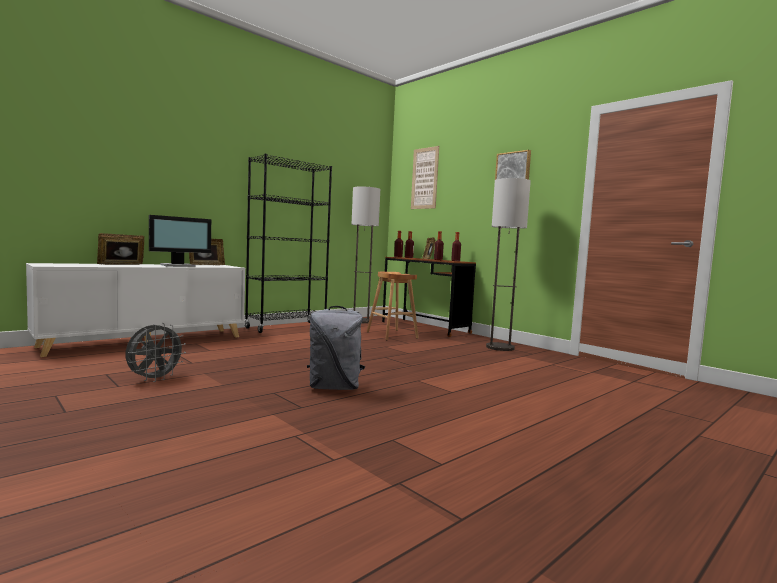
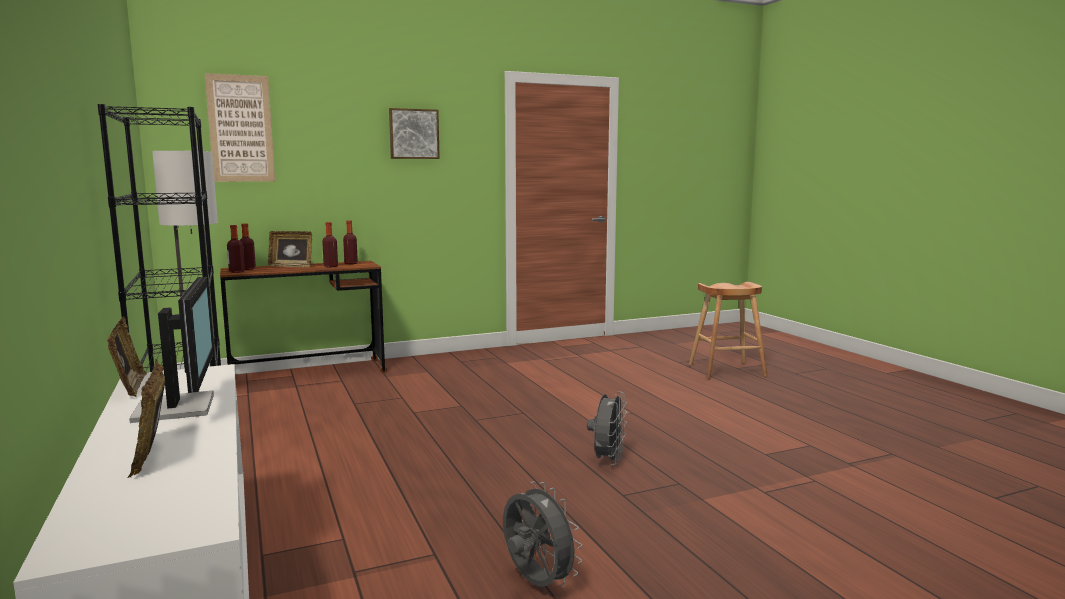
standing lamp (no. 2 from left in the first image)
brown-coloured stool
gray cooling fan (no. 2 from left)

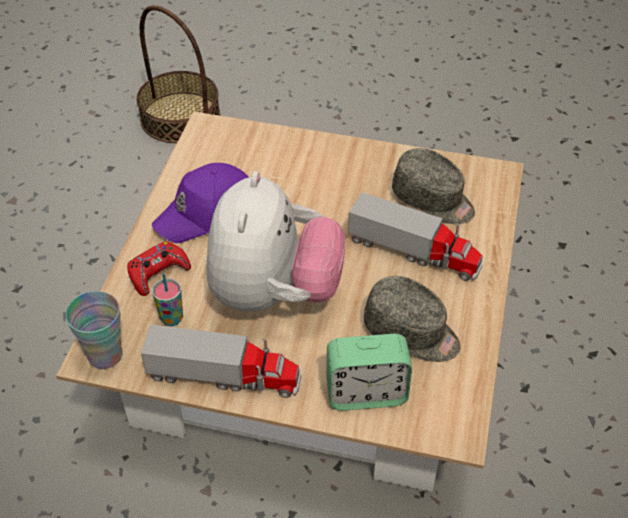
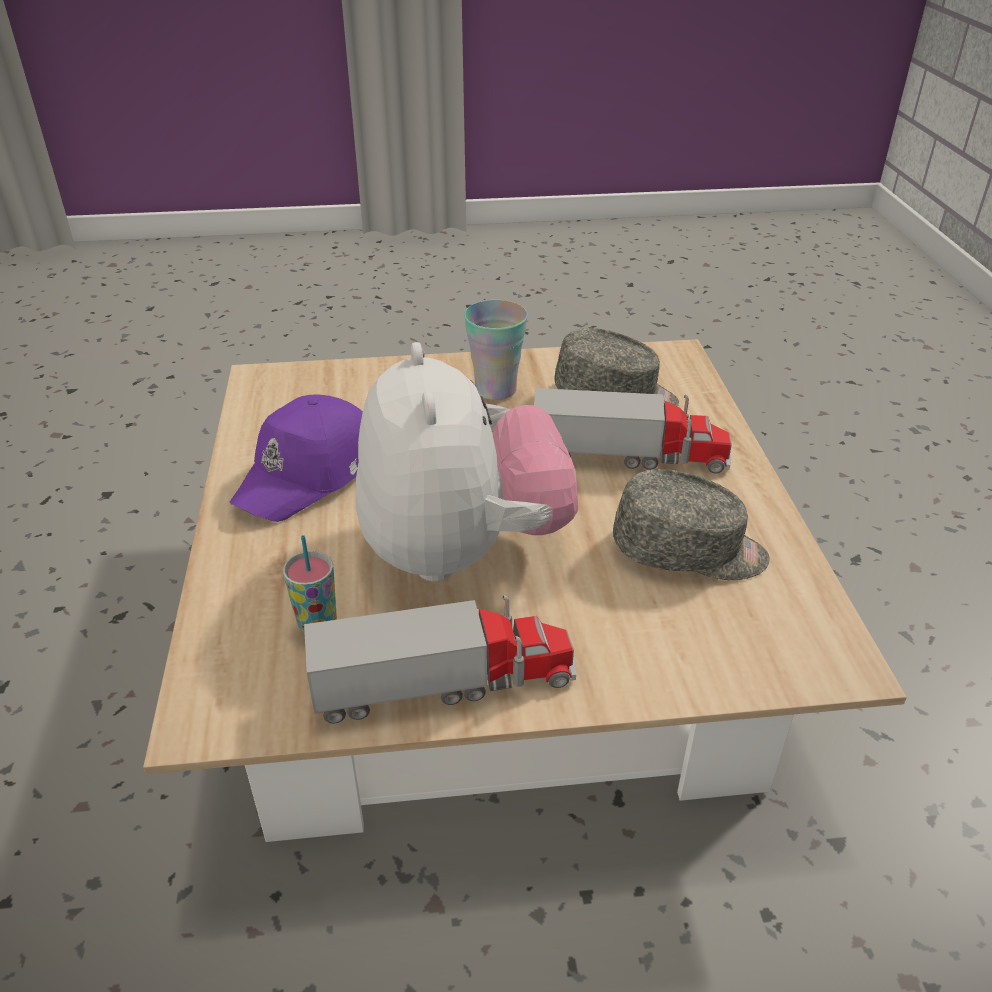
red-coloured game controller
household basket
alarm clock
small cup (no. 2 from left)

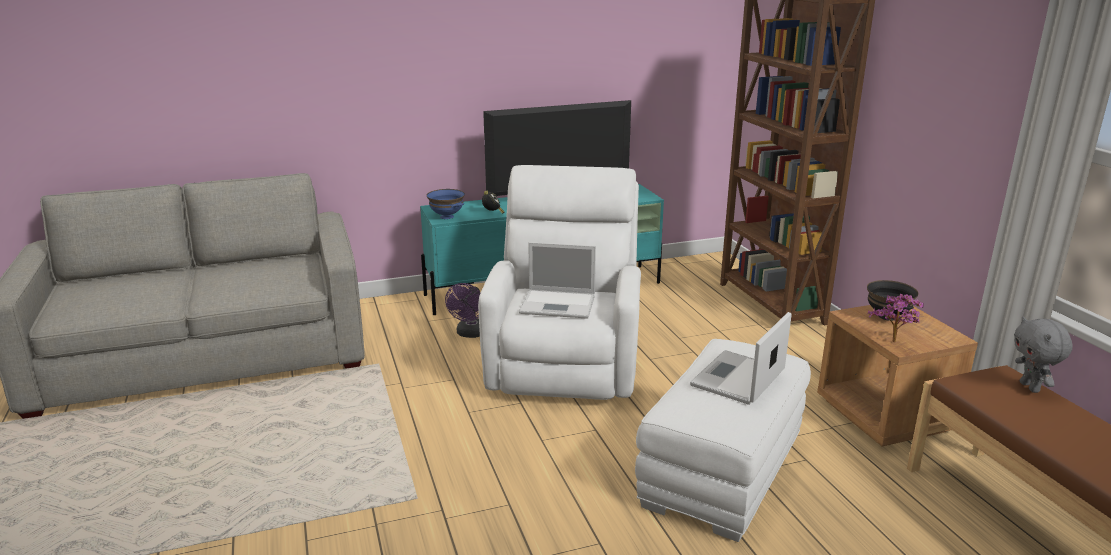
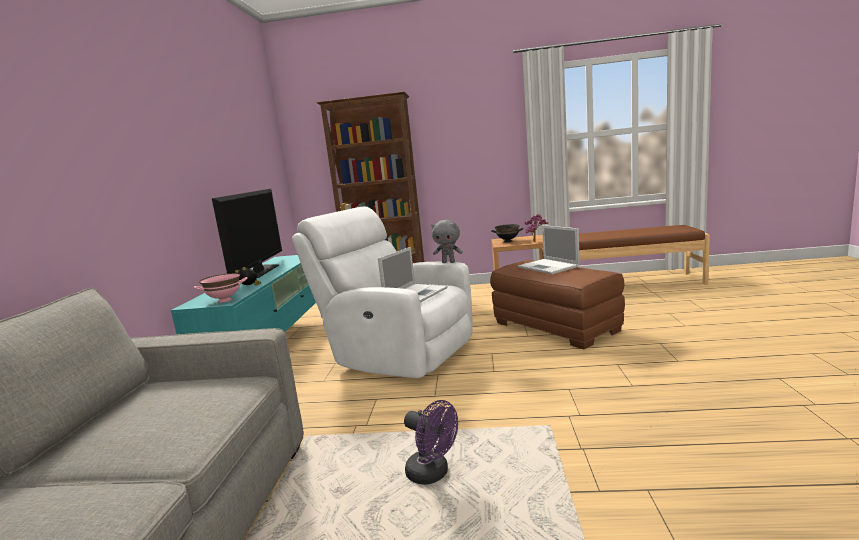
purple cooling fan
gray cuddly toy
pinkish deep dish
brown-coloured ottoman

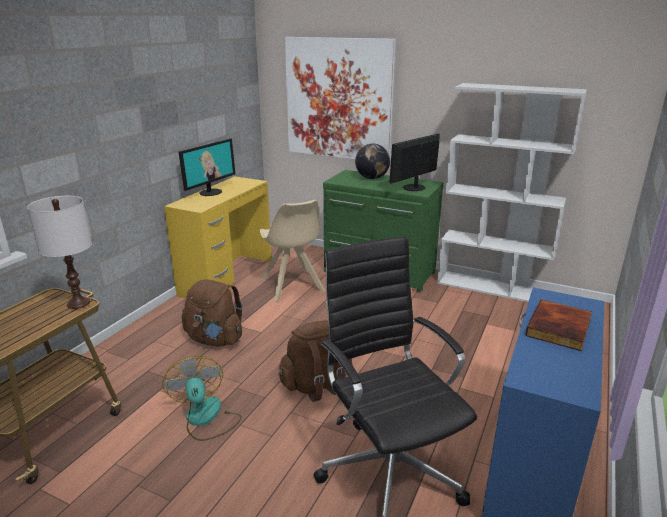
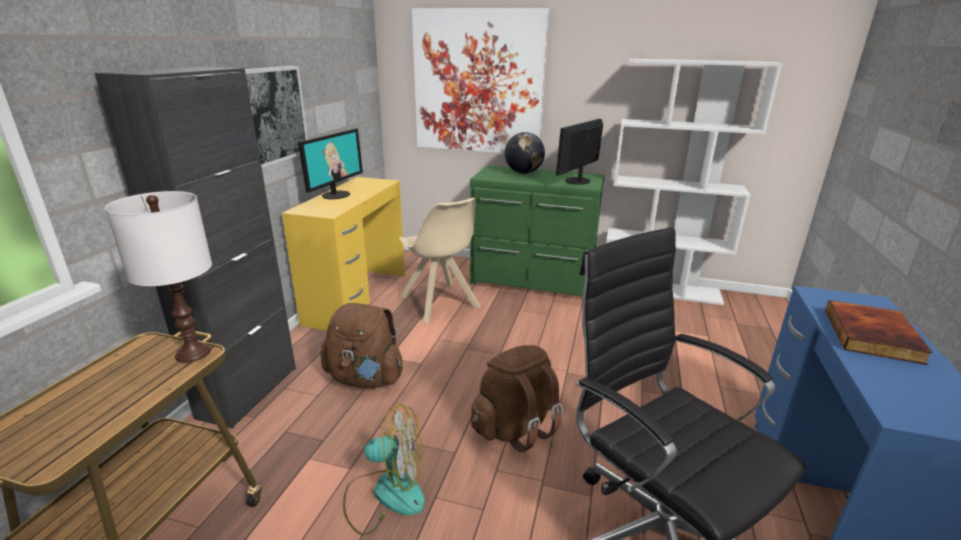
black cupboard
wall art (no. 1 from left)
cooling fan

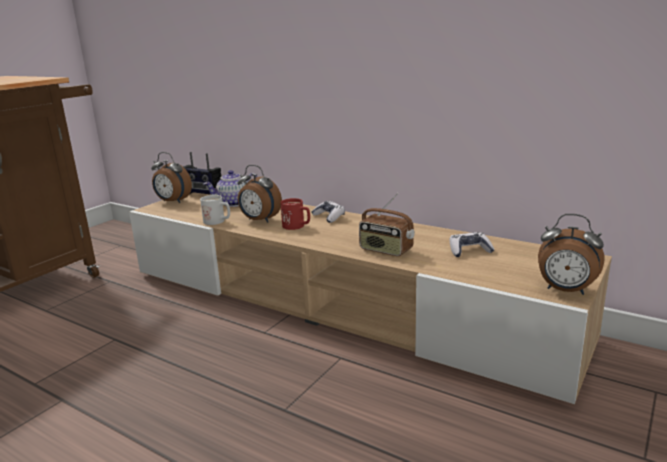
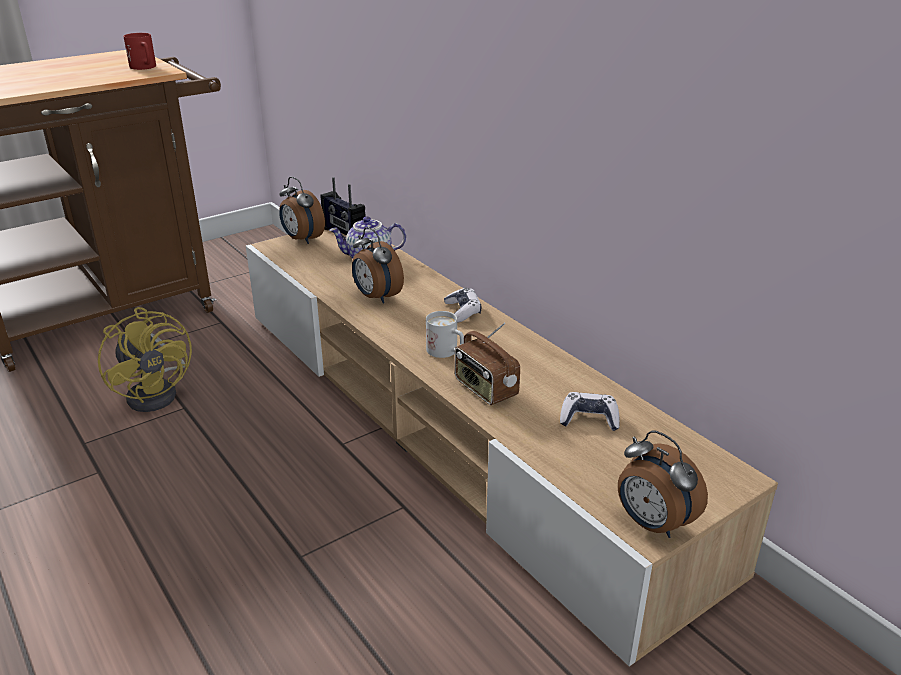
yellow cooling fan
whitish tea mug
red-coloured tea mug

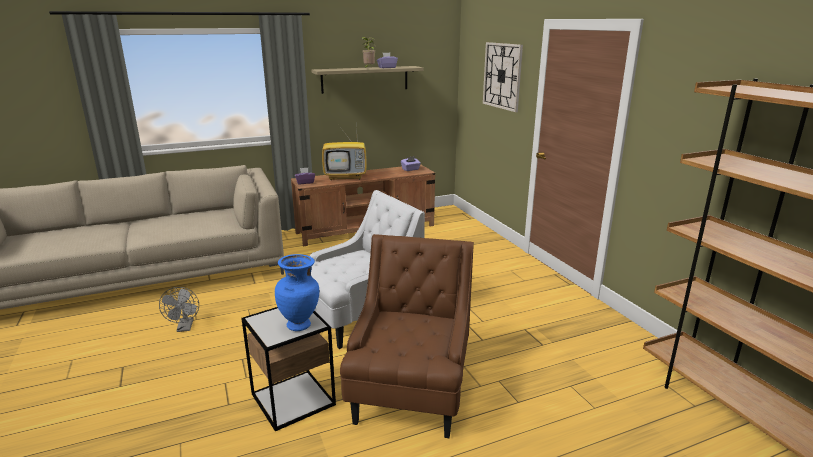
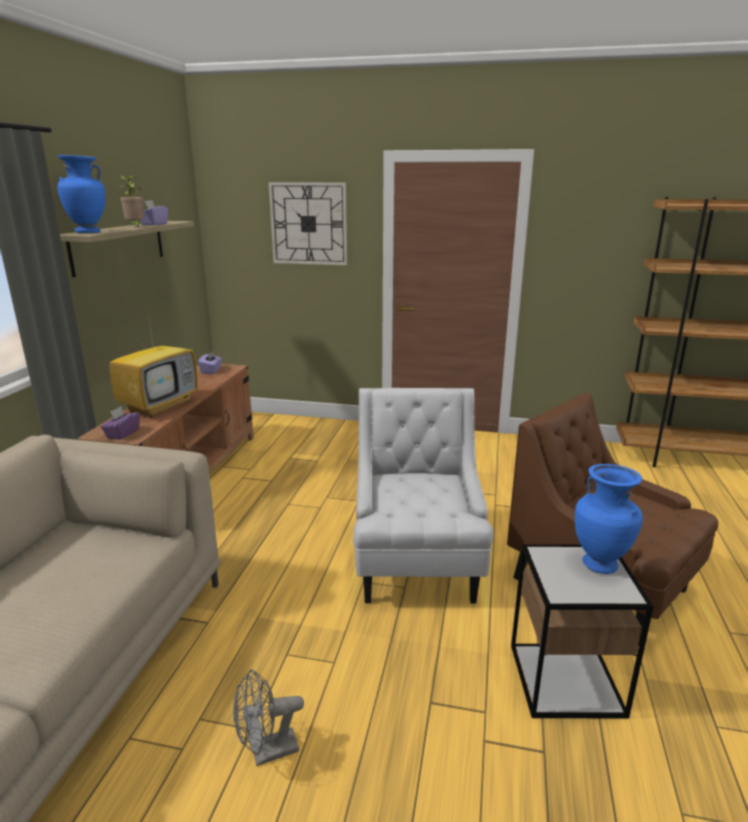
blue-coloured decorative vase (no. 1 from left)
gray cooling fan

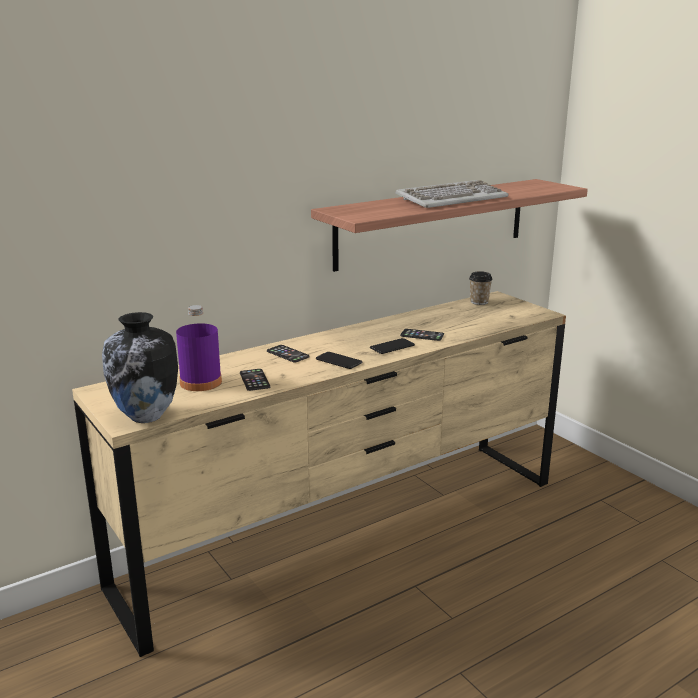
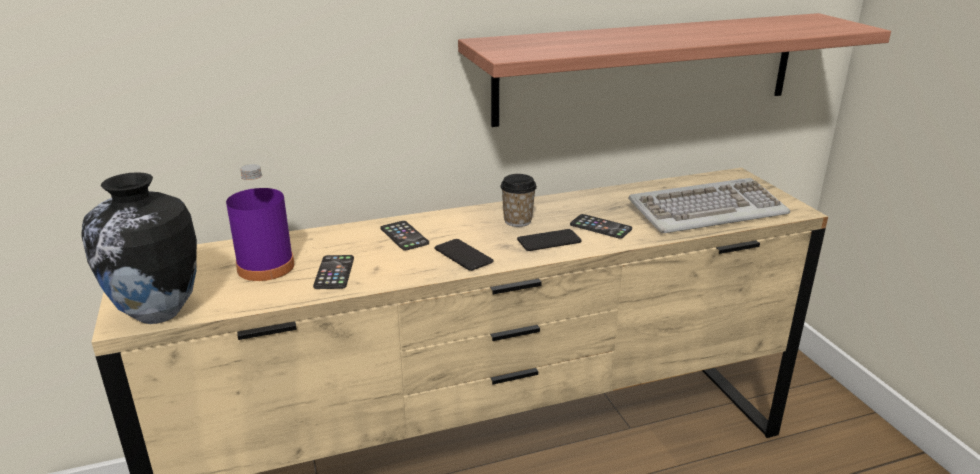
keyboard
small cup

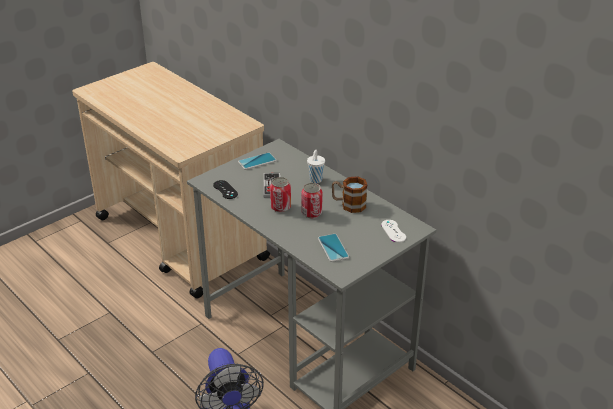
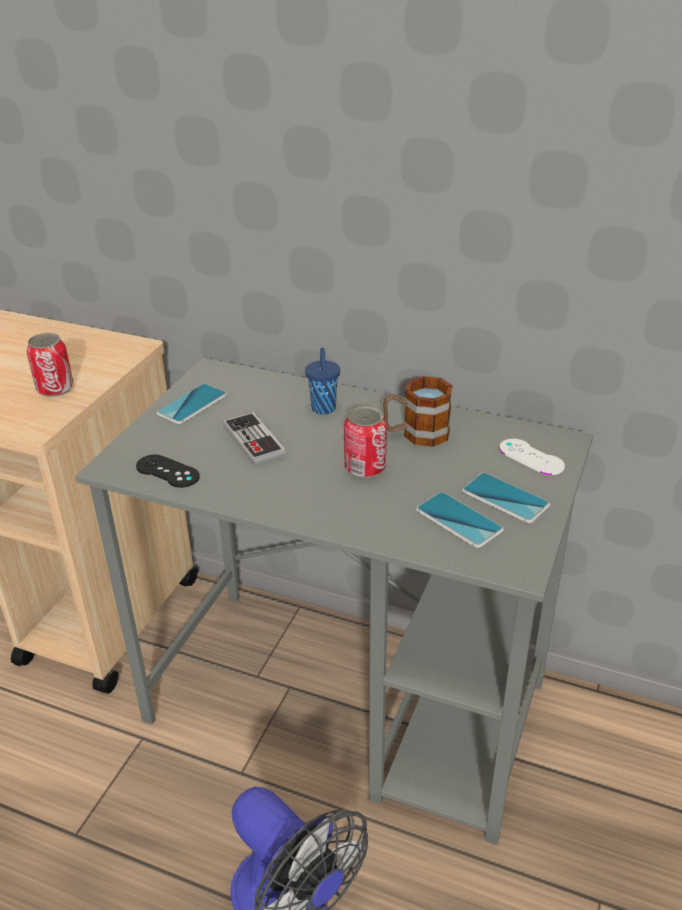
telephone (no. 3 from left)
can (no. 1 from left)
blue-coloured small cup

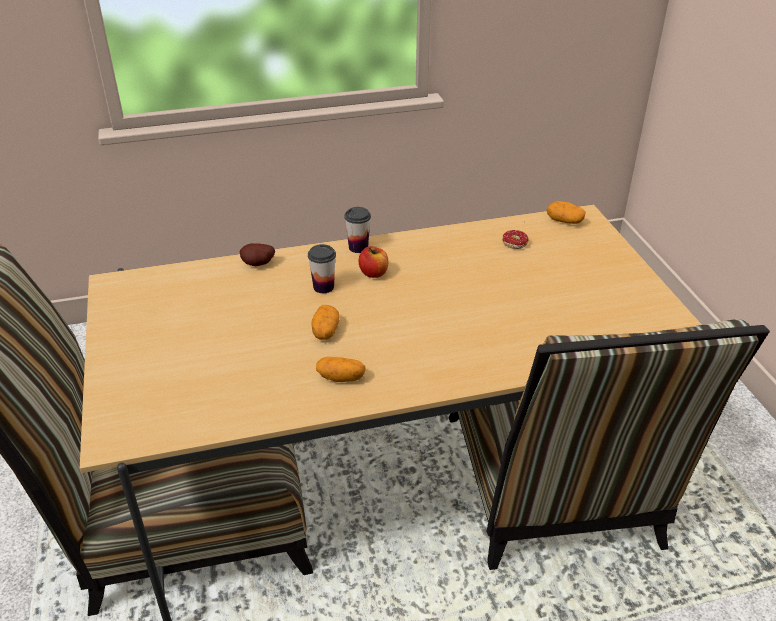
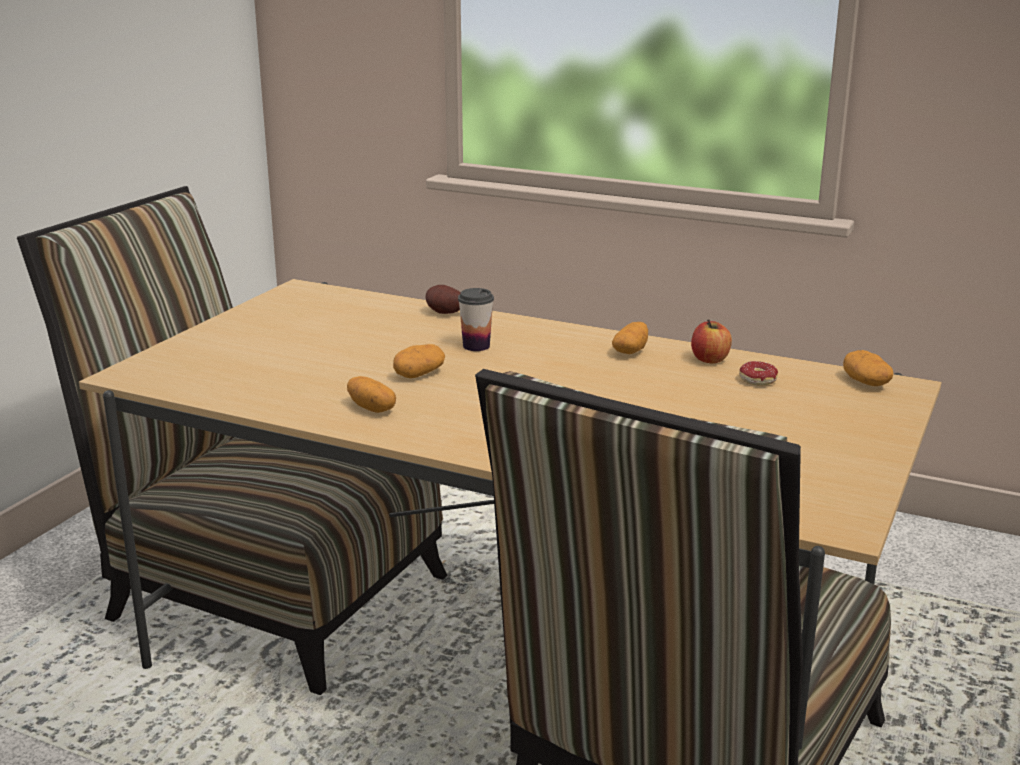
small cup (no. 2 from left in the first image)
whole potato (no. 4 from left)
apple fruit

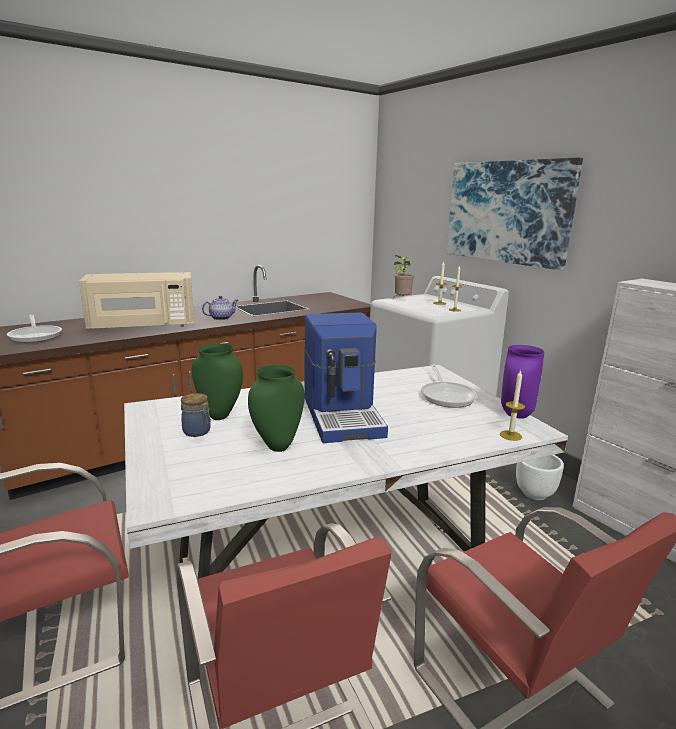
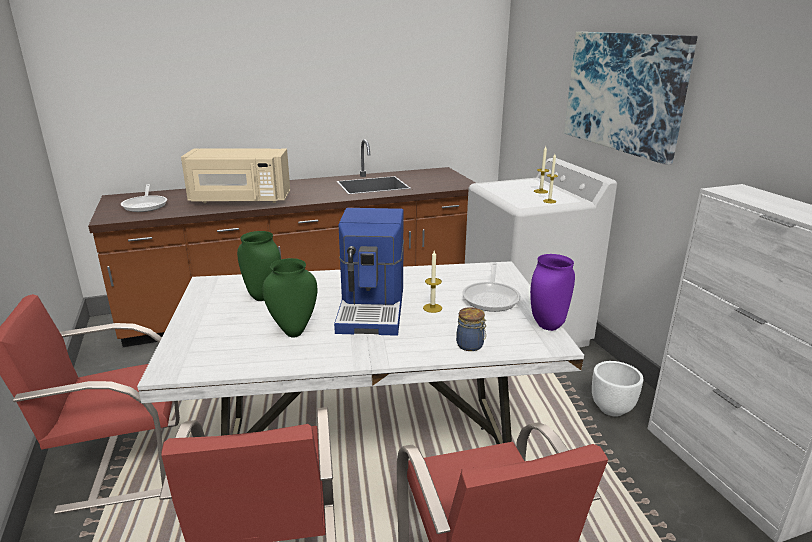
teapot
plant in a pot
storage jar
wax candle (no. 1 from left)

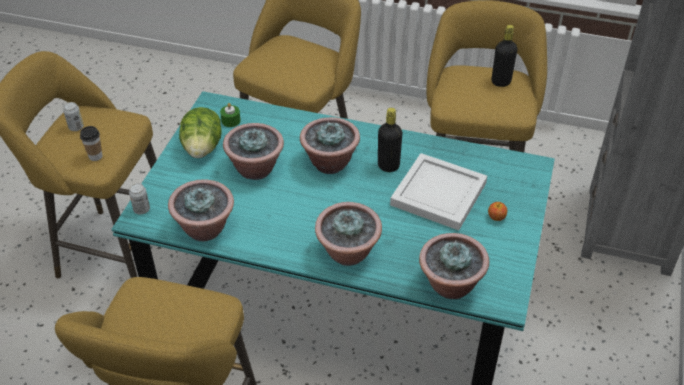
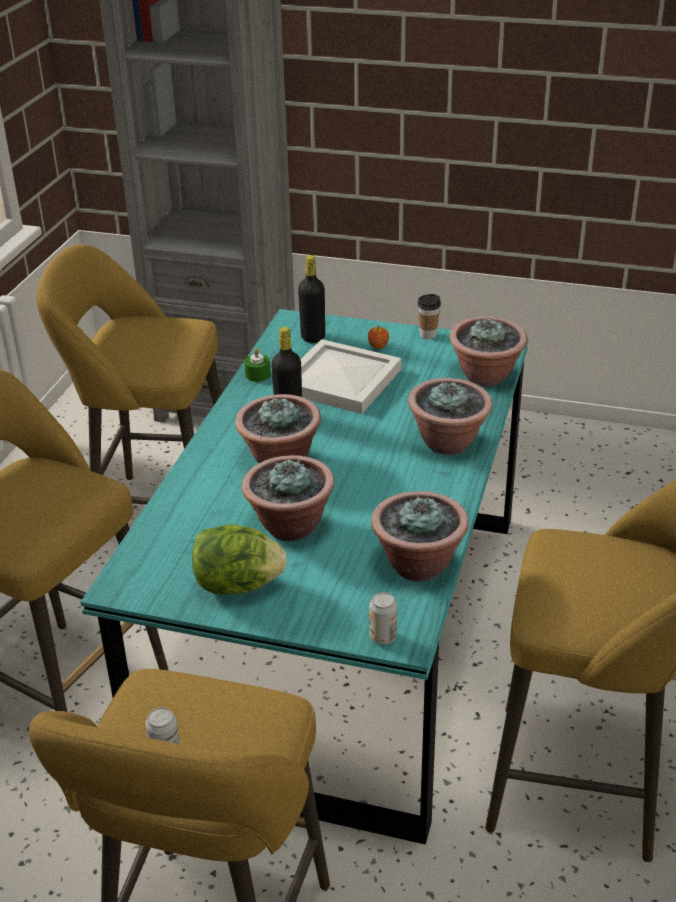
small cup
greenish wax candle
black bottle (no. 2 from left)

